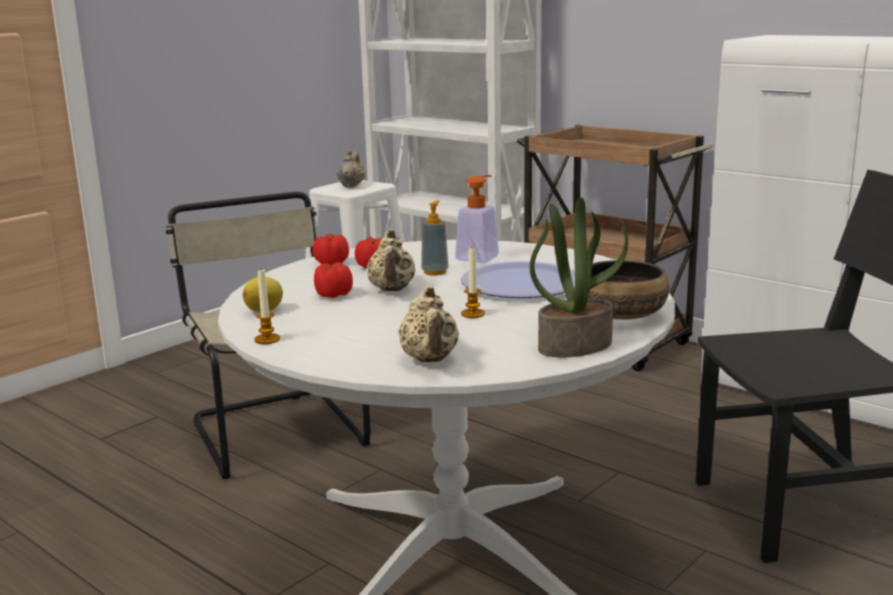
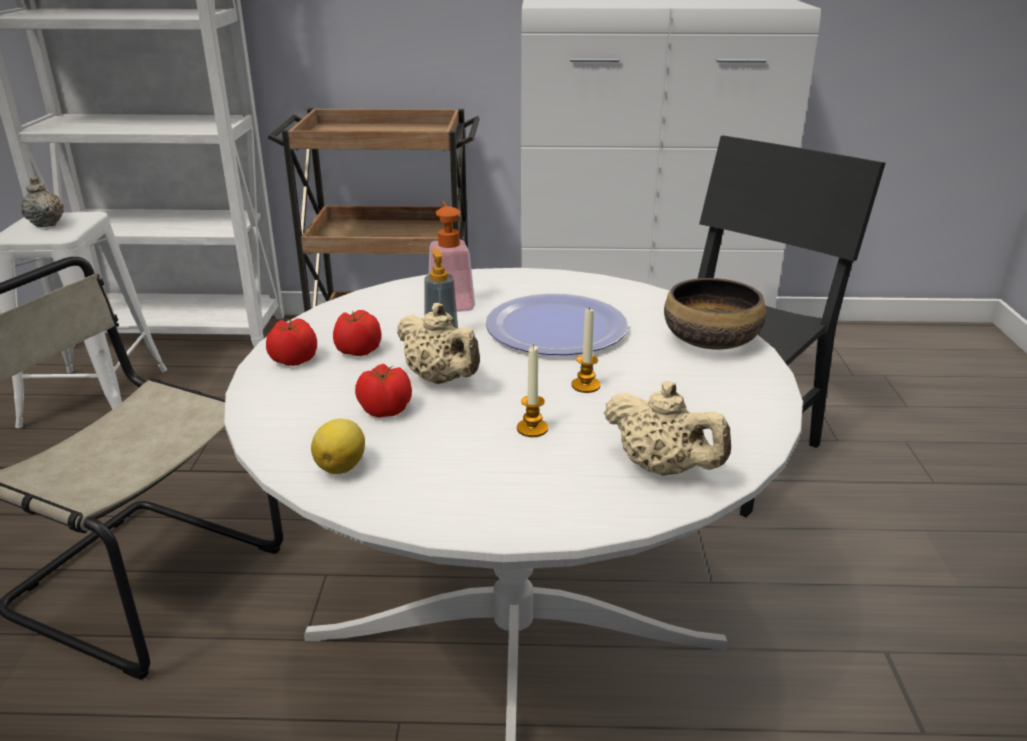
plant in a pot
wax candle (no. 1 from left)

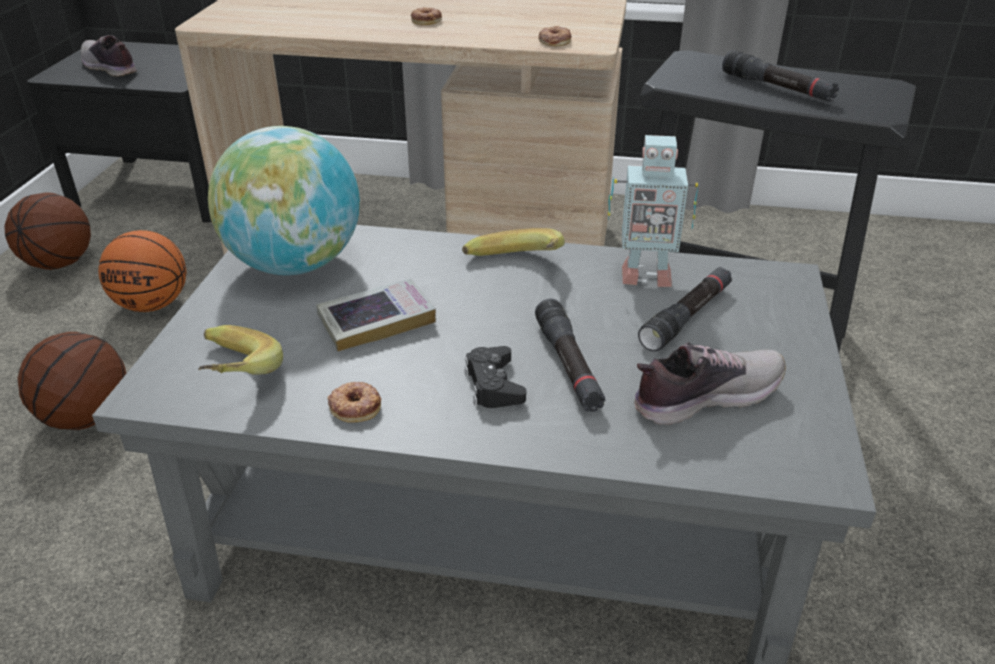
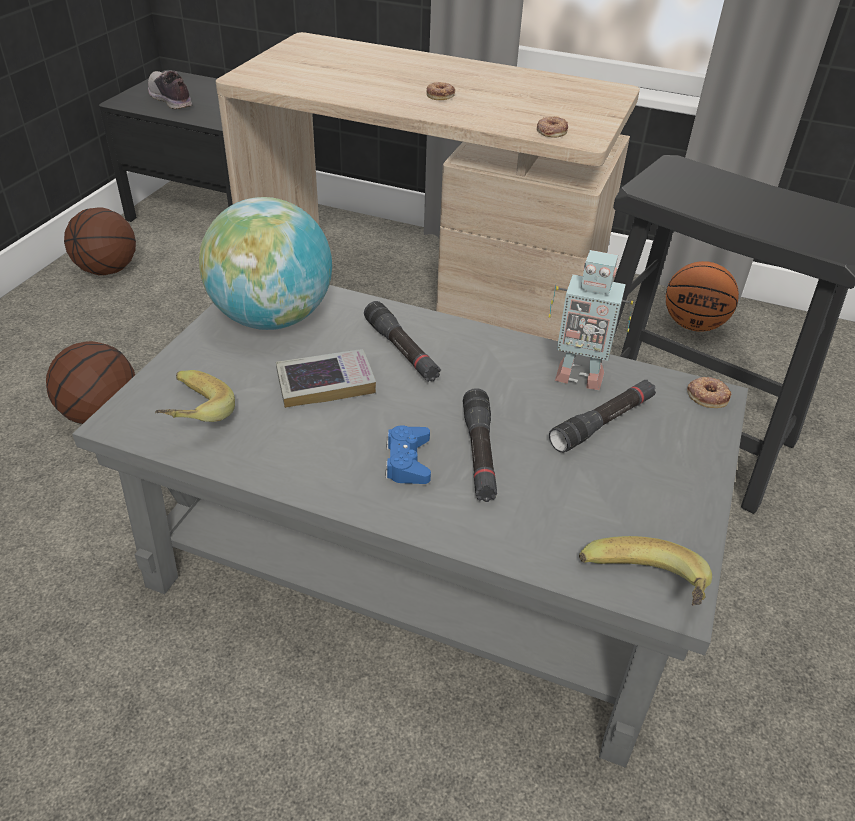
low shoe (no. 2 from left in the first image)
basketball (no. 3 from left)
ring doughnut (no. 3 from left)
banana (no. 2 from left)
black torch (no. 1 from left)
blue-coloured game controller

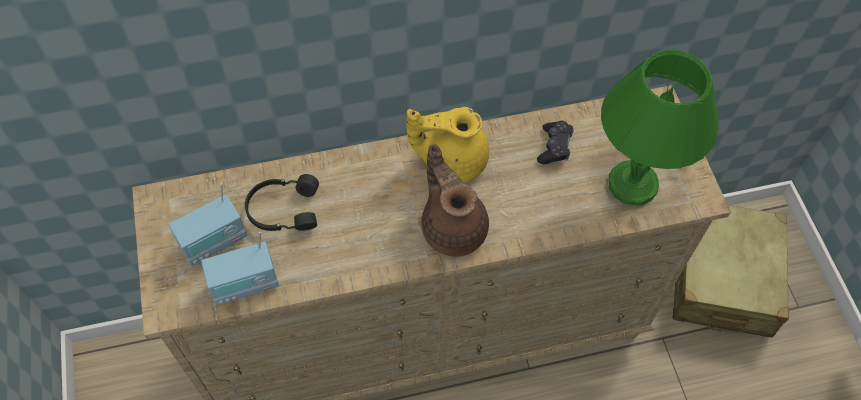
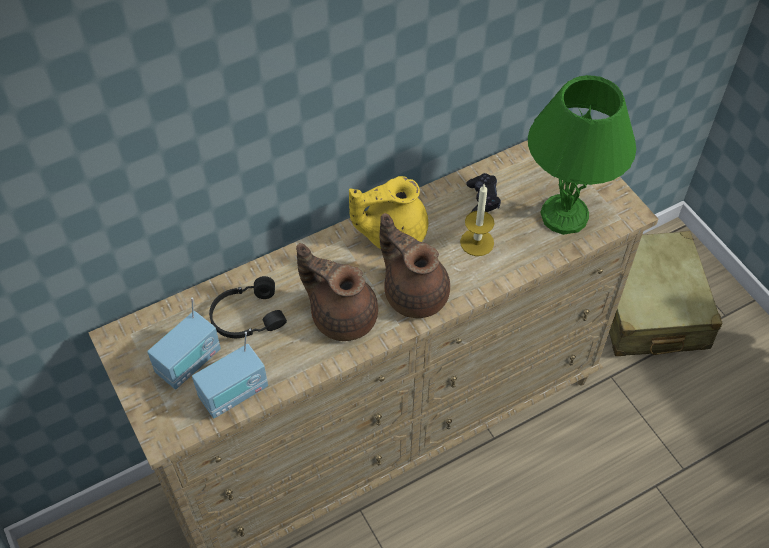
brown-coloured teapot (no. 1 from left)
wax candle

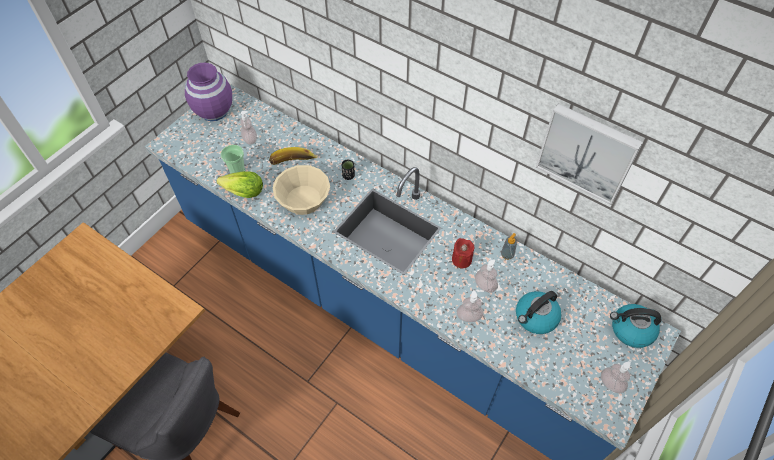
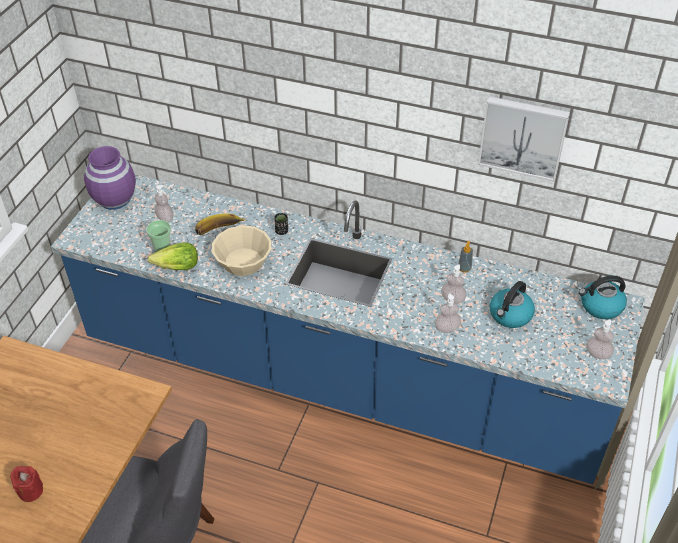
red-coloured wax candle

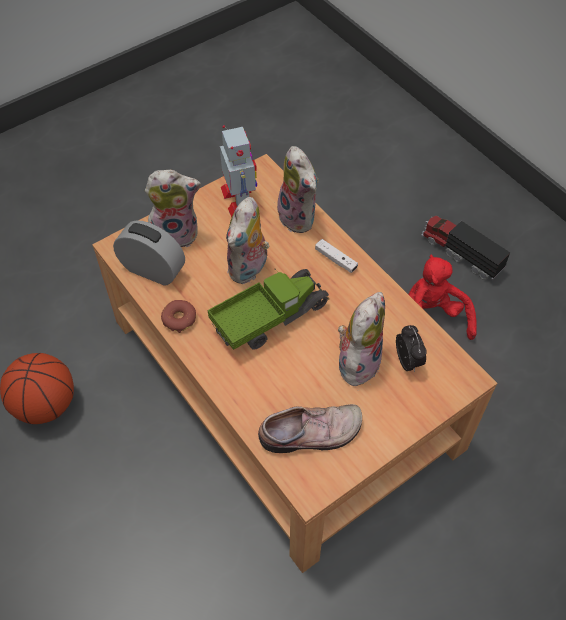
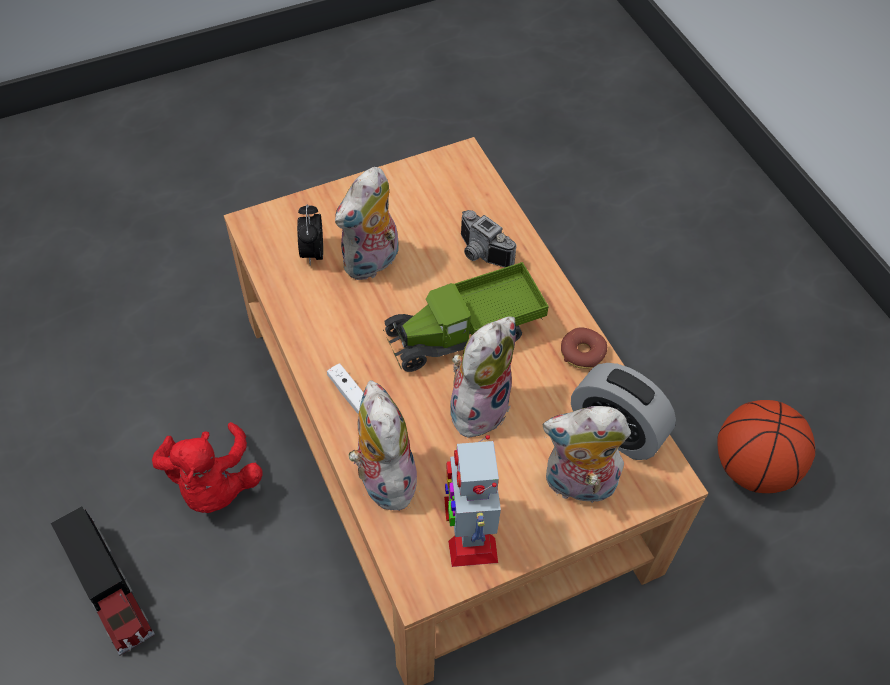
low shoe
still camera

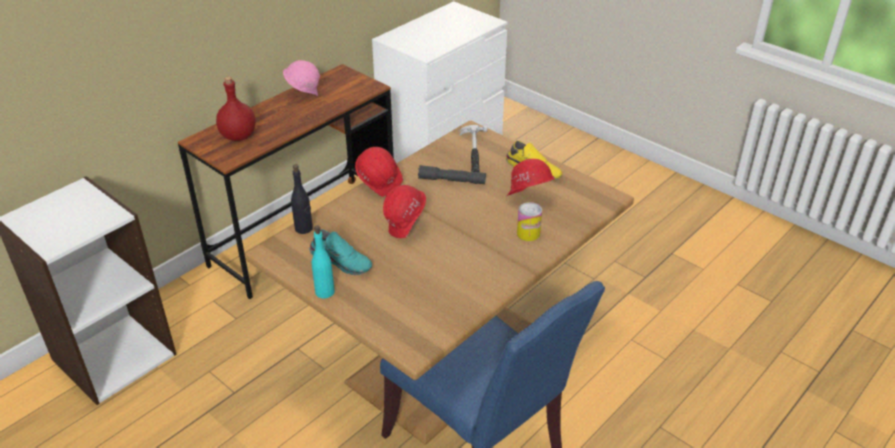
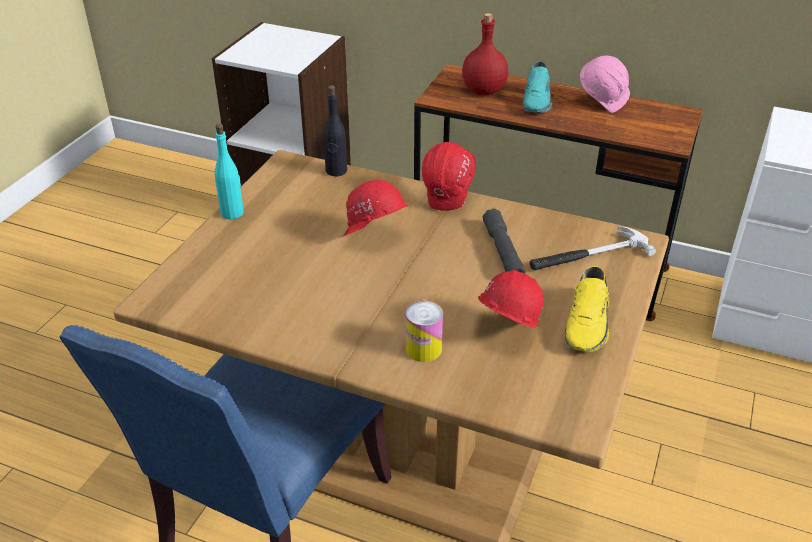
blue-green low shoe

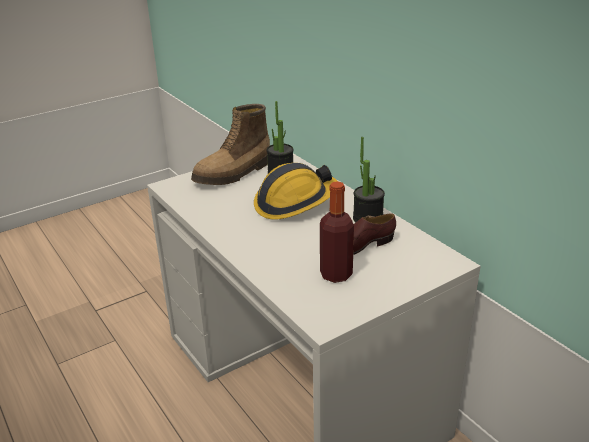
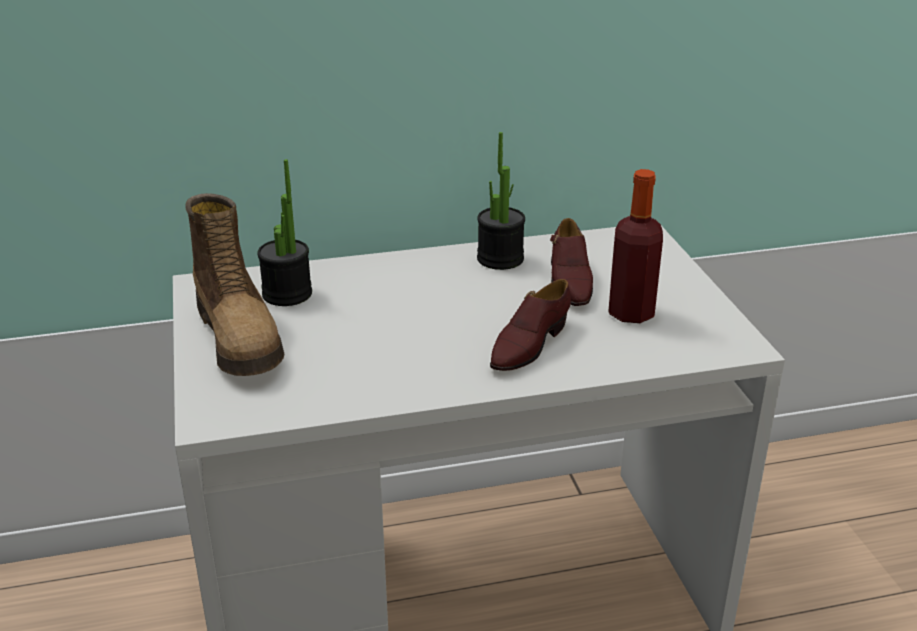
work helmet
brown-coloured low shoe (no. 1 from left)

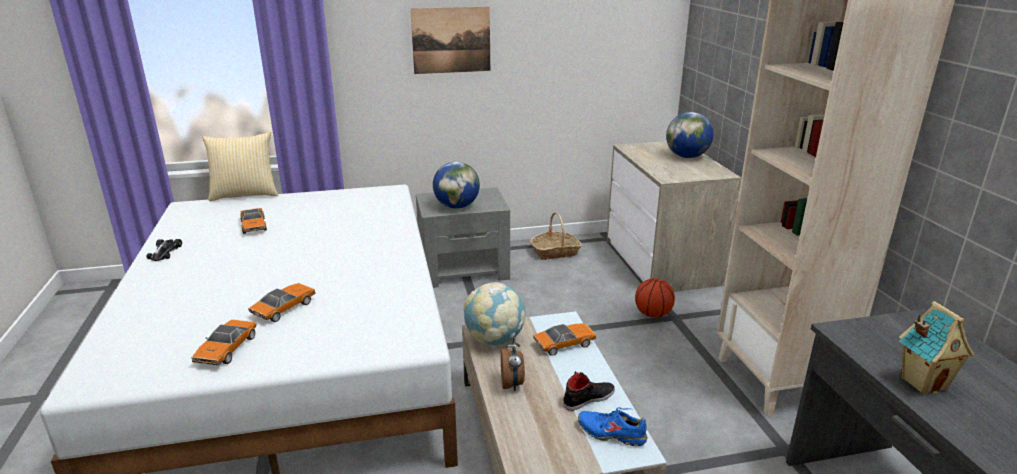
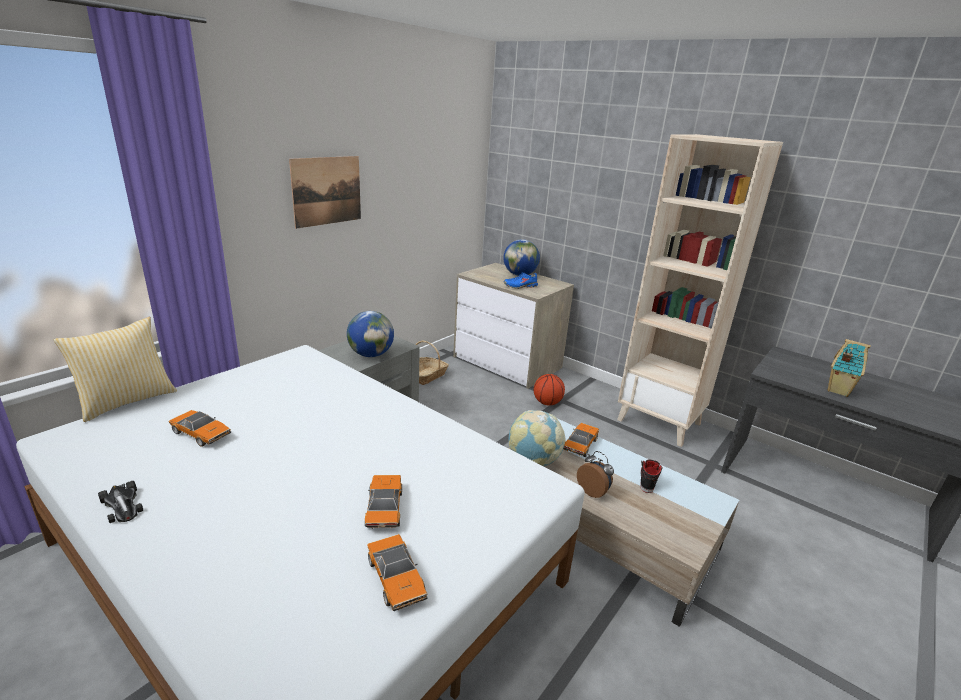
blue-coloured low shoe

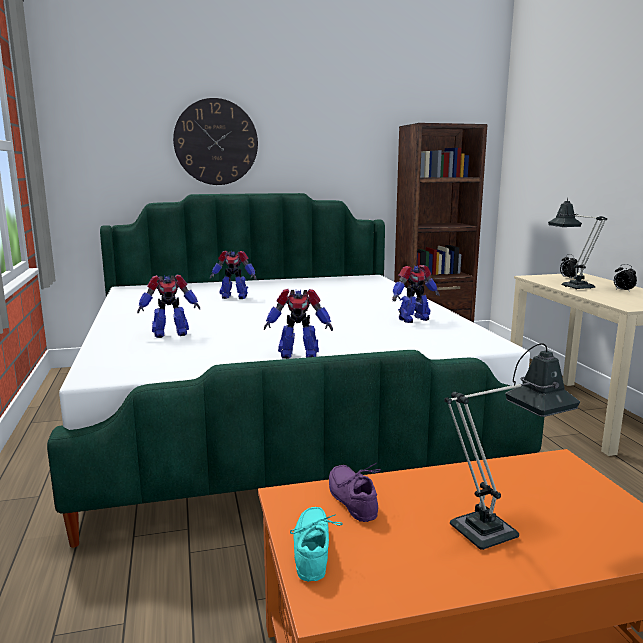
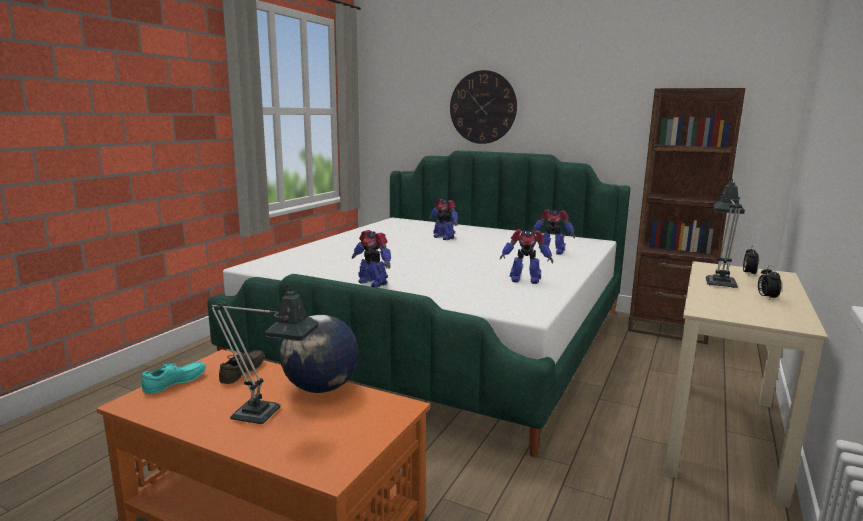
globe
robot figure (no. 4 from left)
gray low shoe

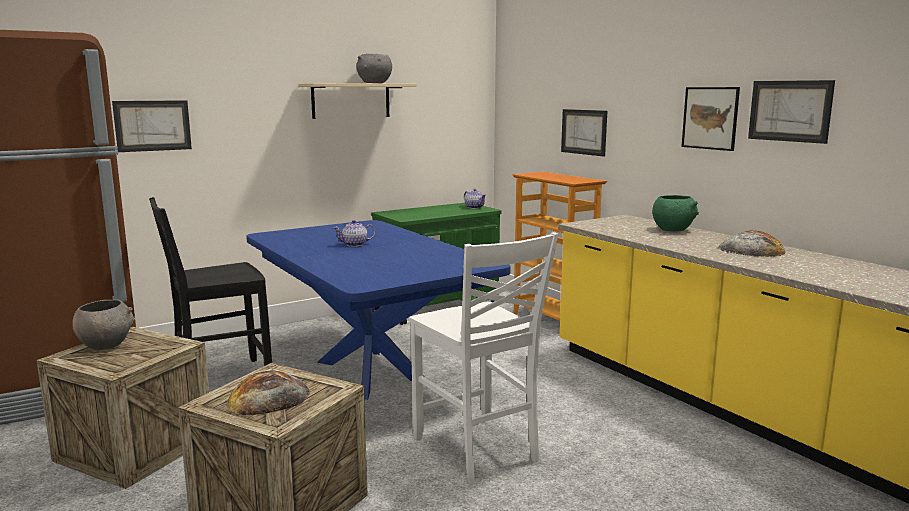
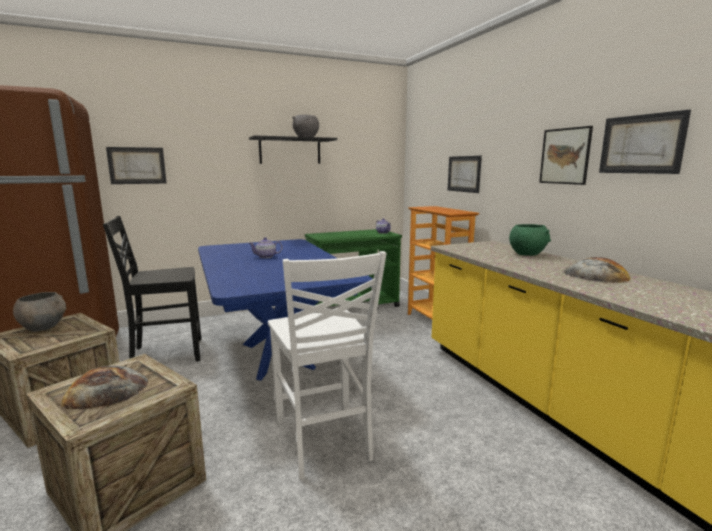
black wall shelf

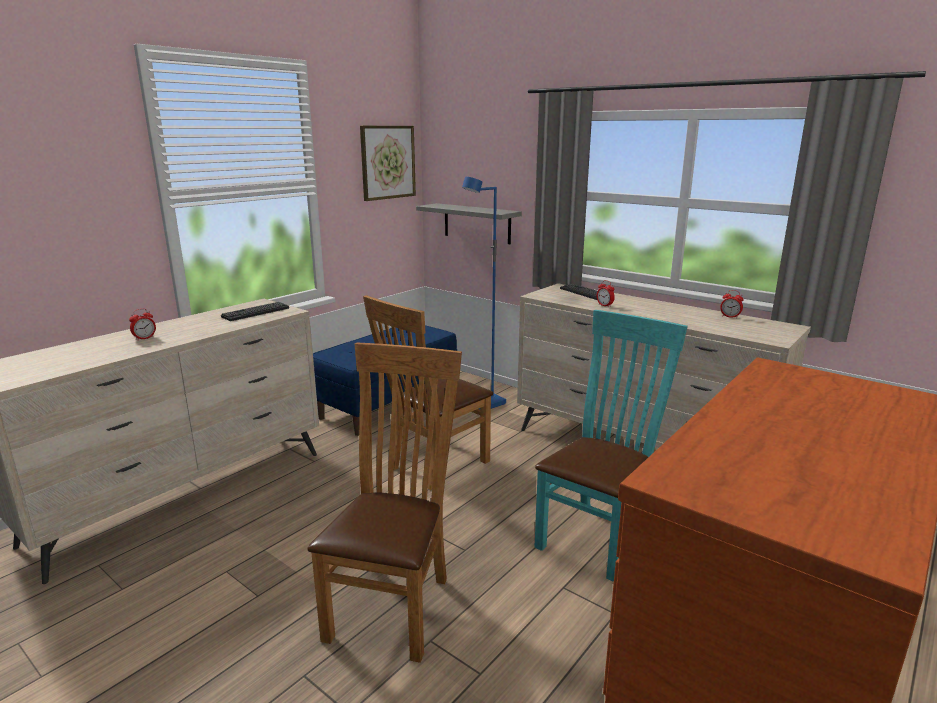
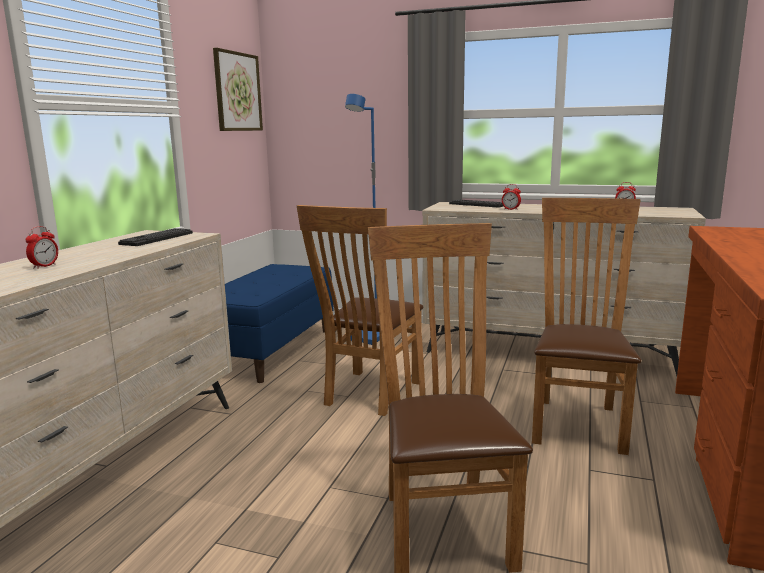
gray wall shelf
brown-coloured plain chair (no. 3 from left)

